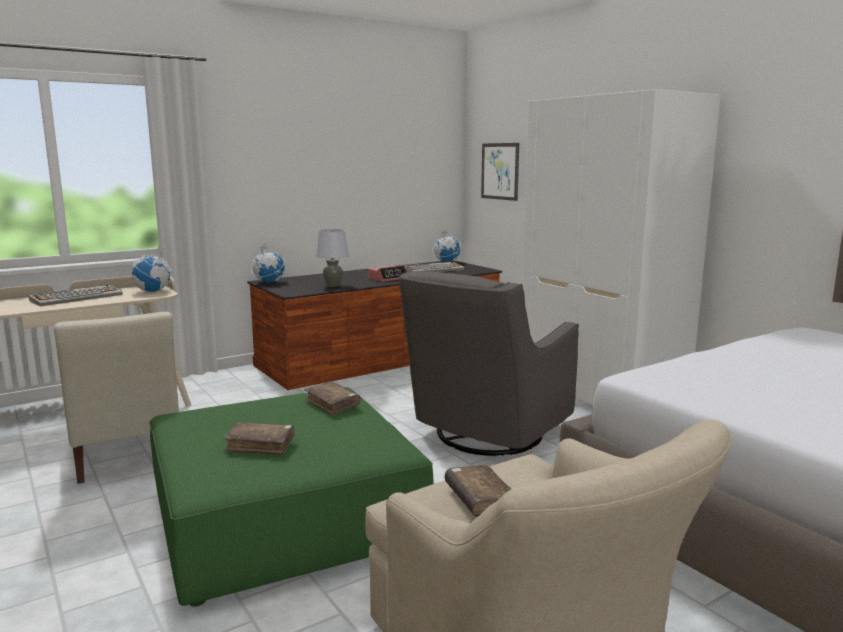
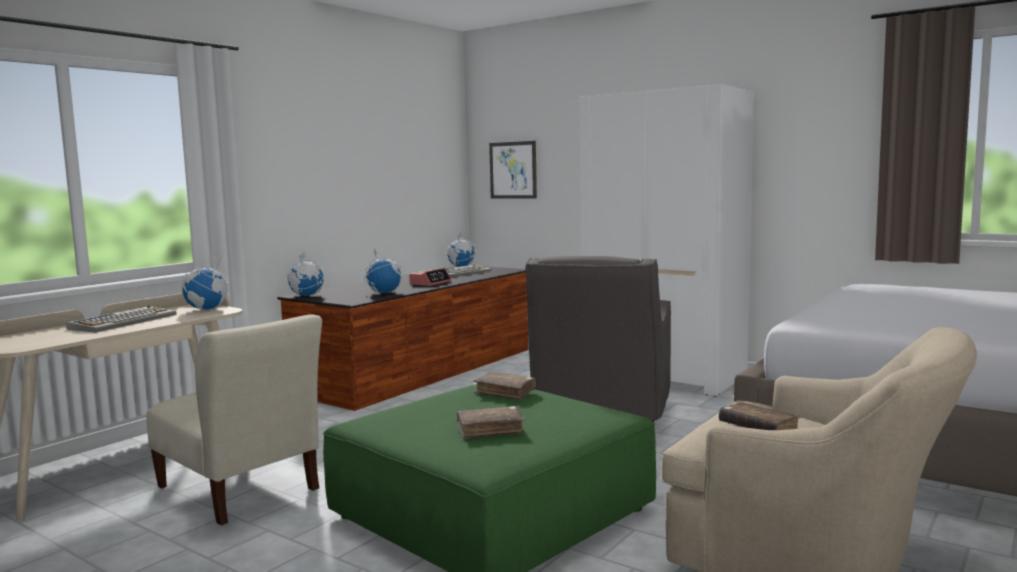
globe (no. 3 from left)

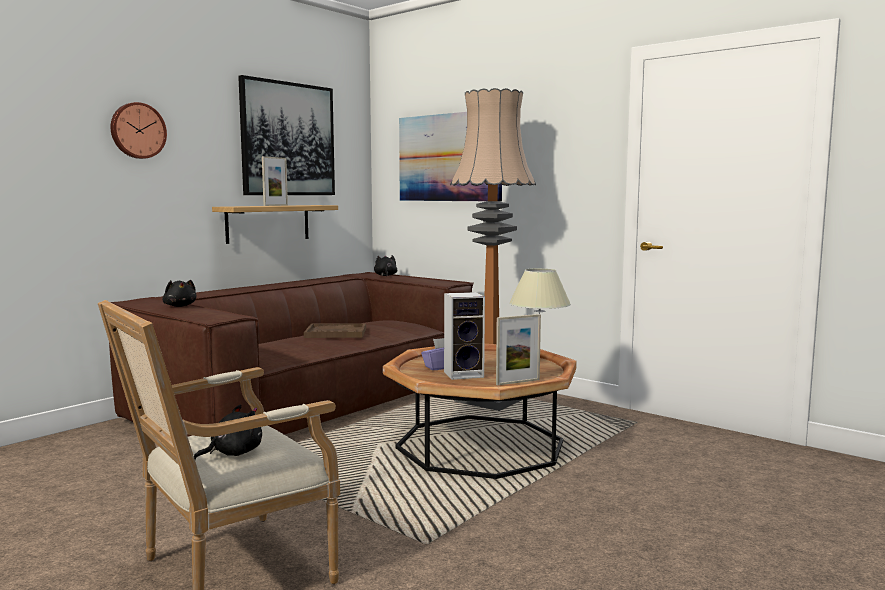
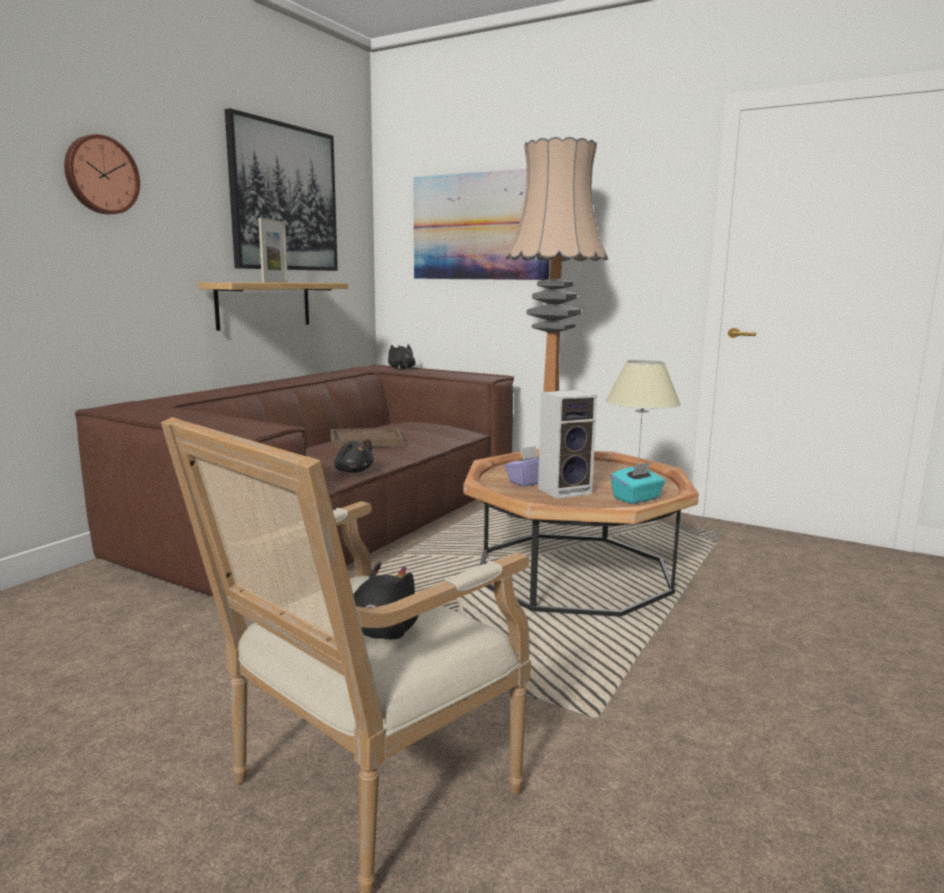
plush toy (black) (no. 1 from left); tissue box (turquoise)

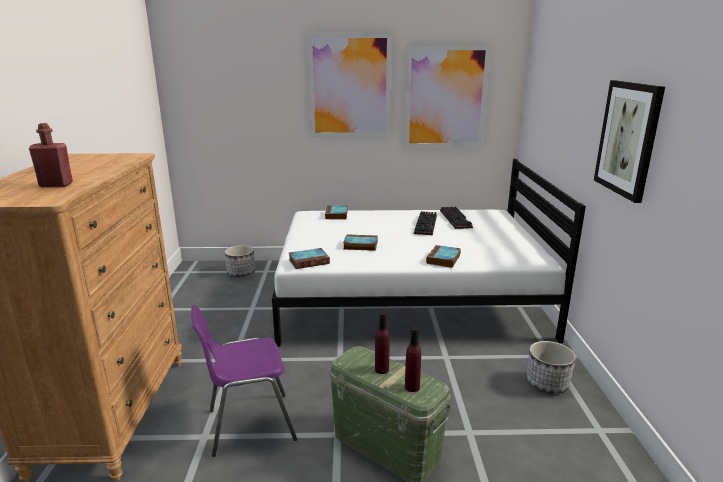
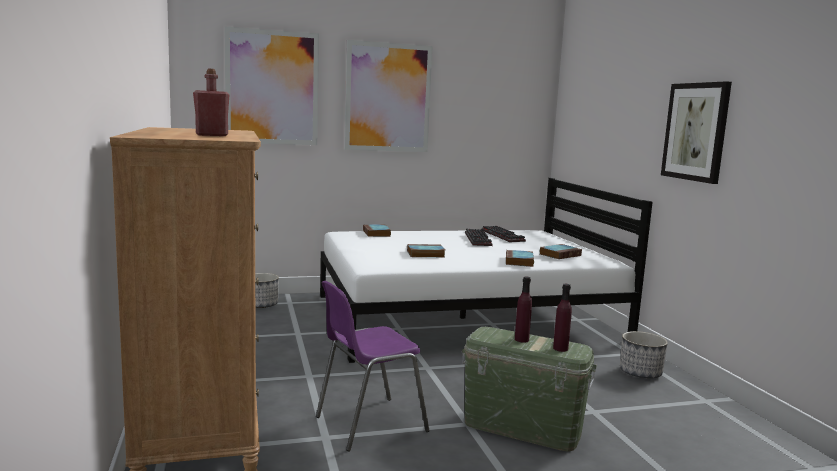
book (no. 4 from left); picture (no. 1 from left)

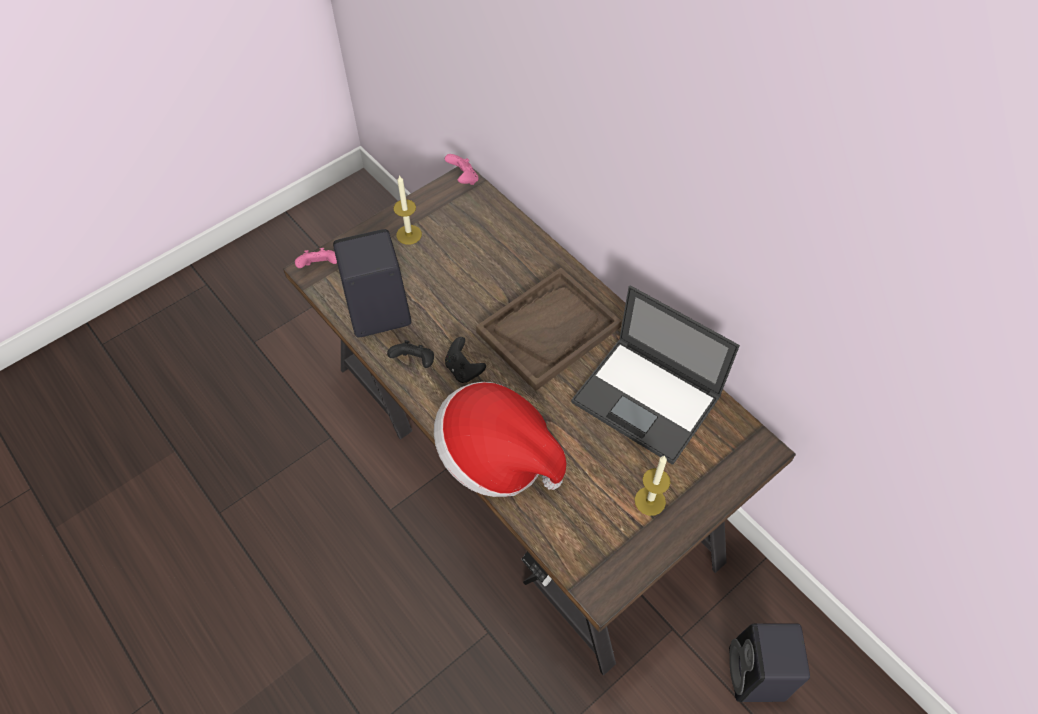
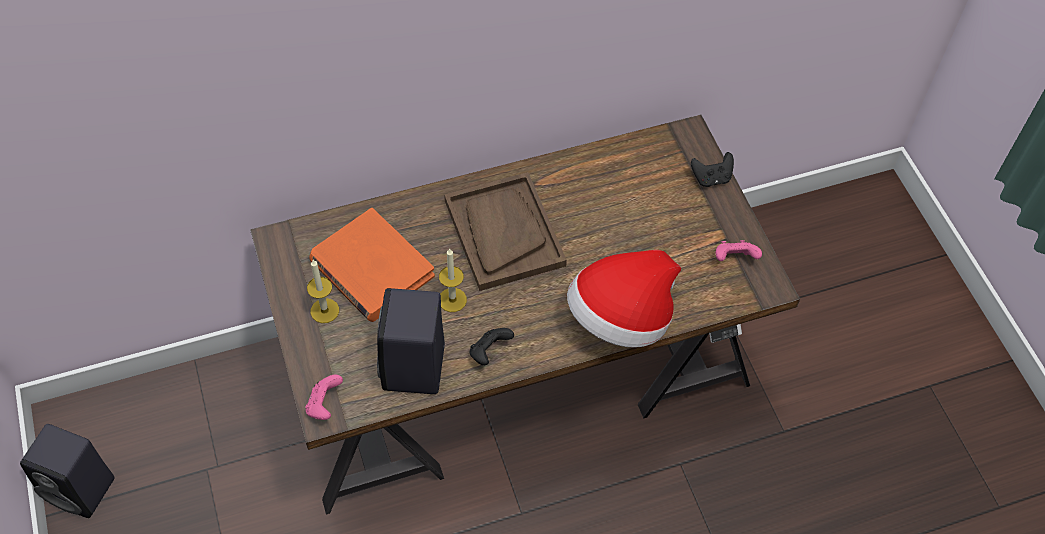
game controller (pink) (no. 2 from left); game controller (black) (no. 2 from left); laptop; candle (no. 2 from left); speaker (black) (no. 1 from left); book (orange)

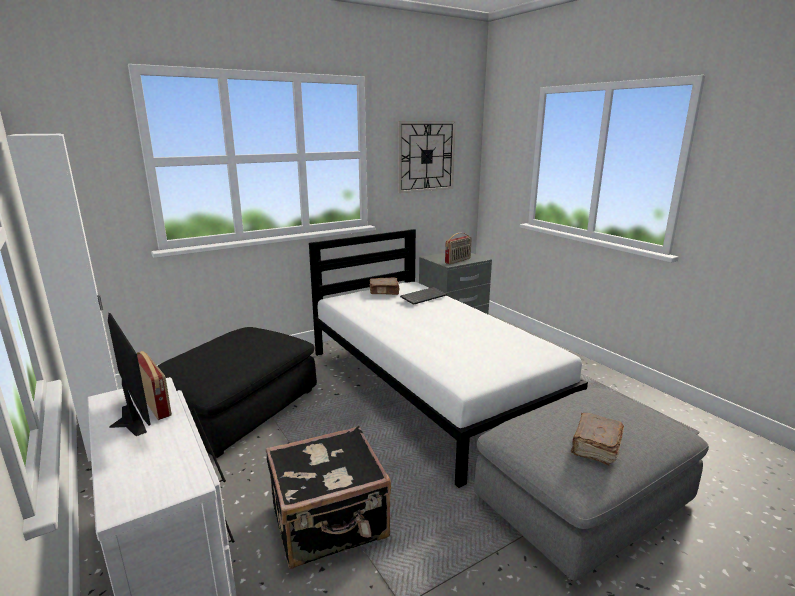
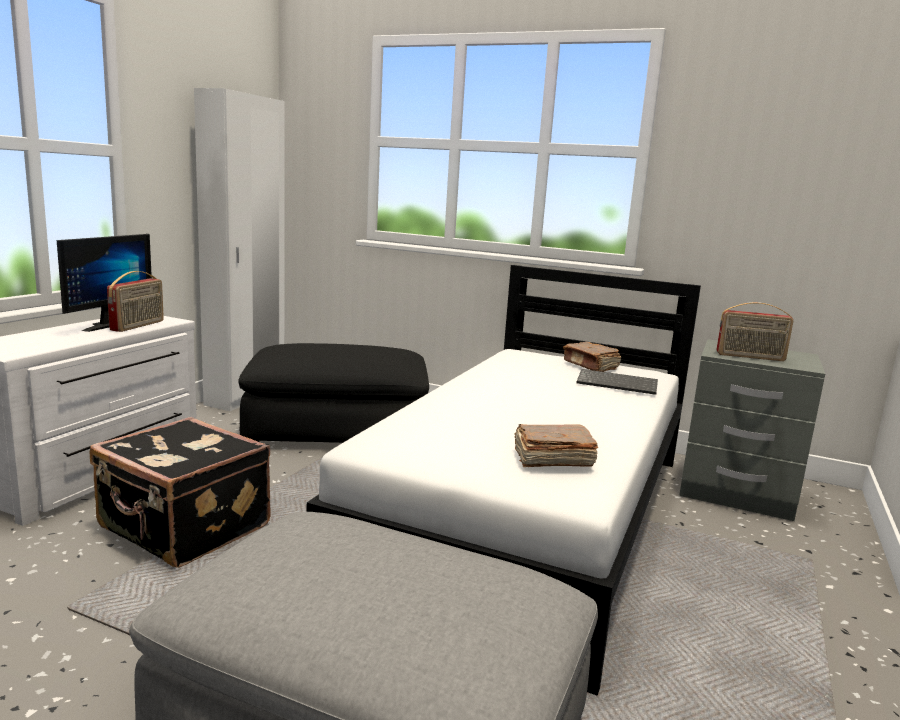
wall clock; book (brown) (no. 1 from left)

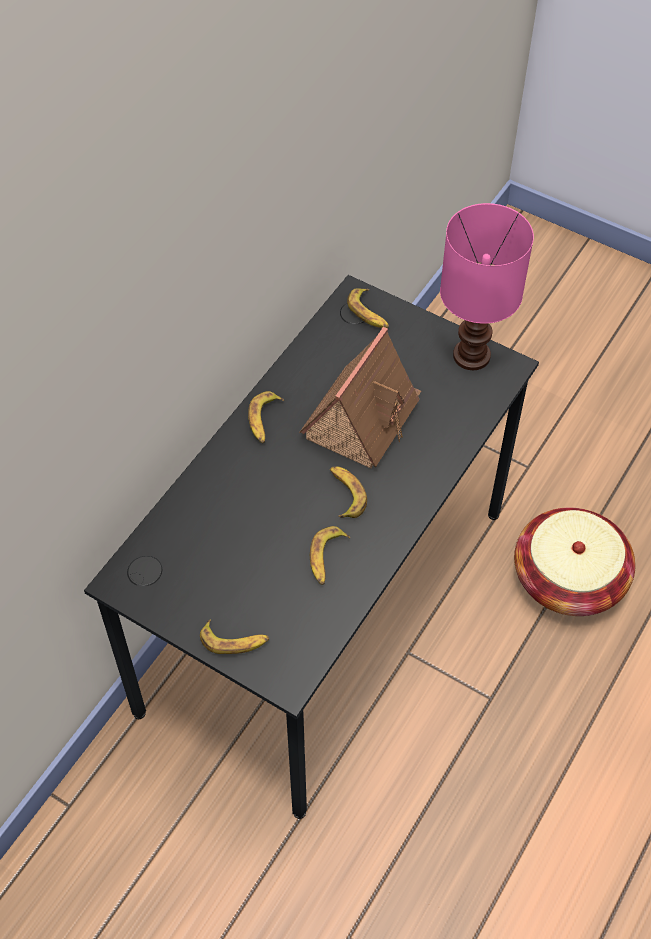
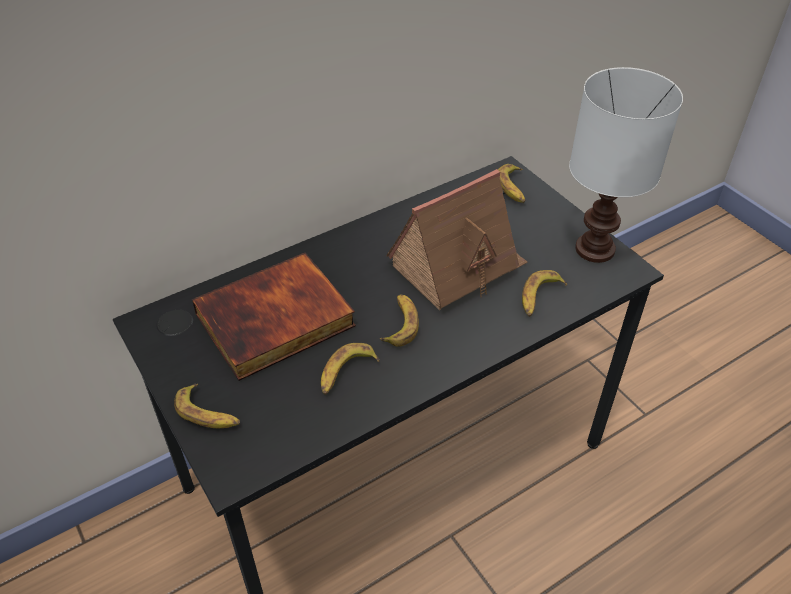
banana (no. 5 from left); table lamp (white); basket; book

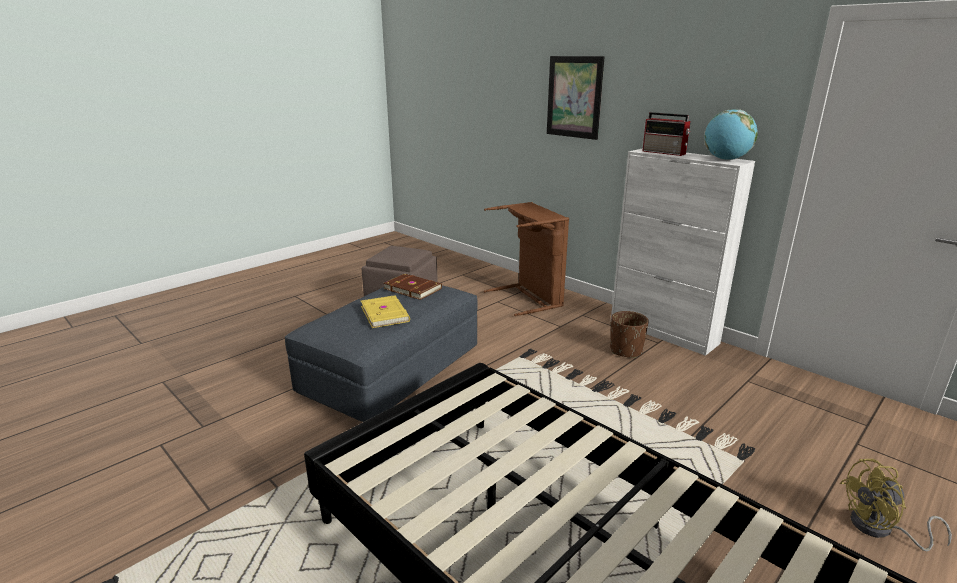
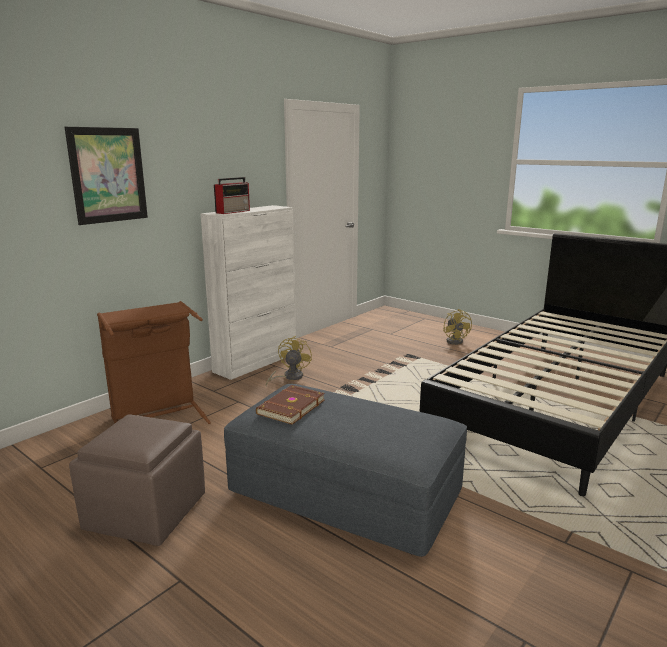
book (yellow); fan (yellow) (no. 1 from left); globe

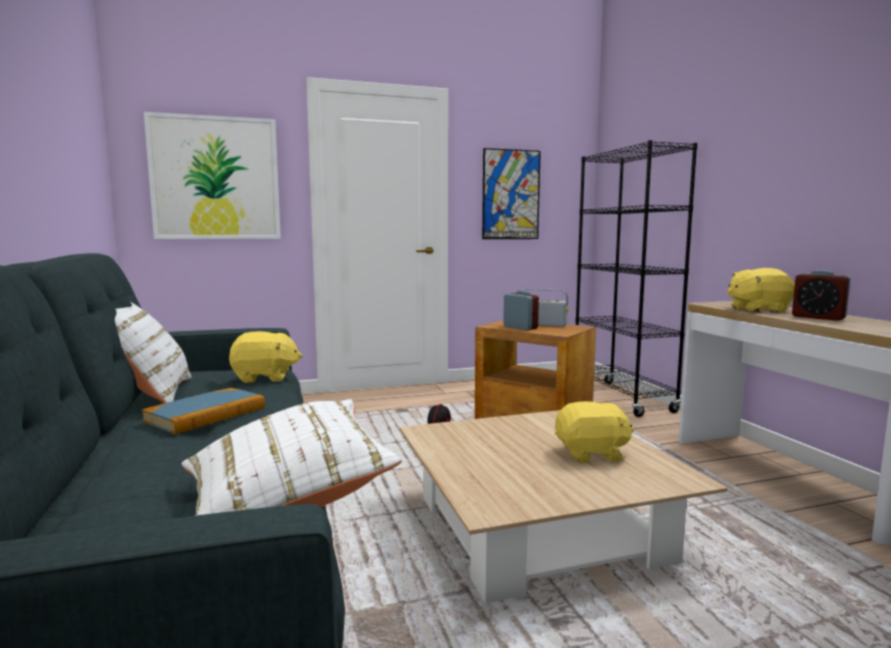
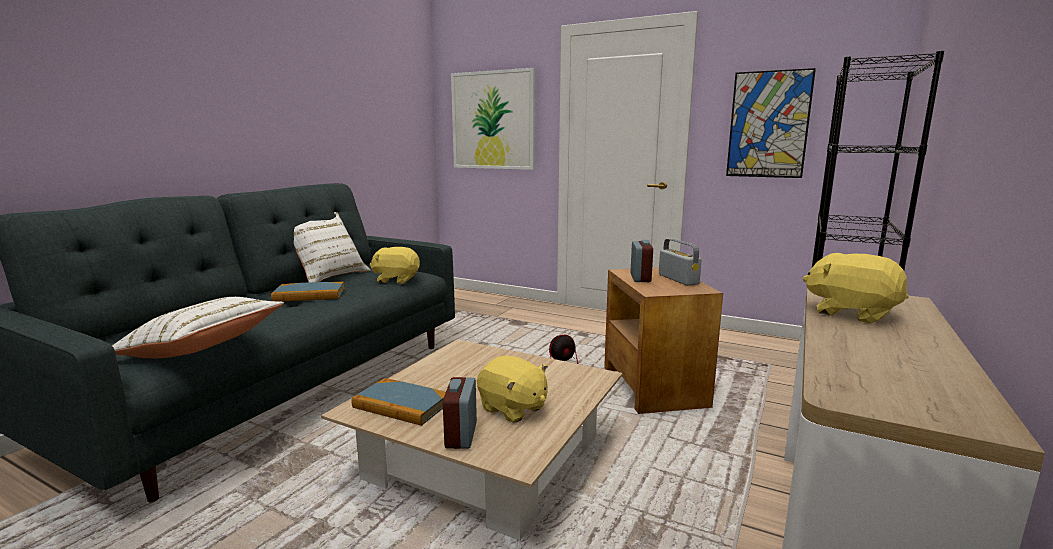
plush toy (yellow) (no. 1 from left); alarm clock (no. 1 from left); book (no. 2 from left)

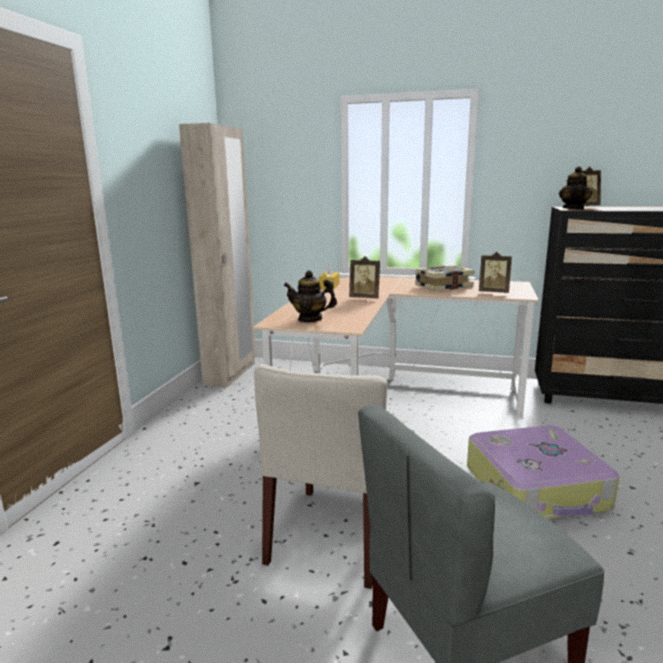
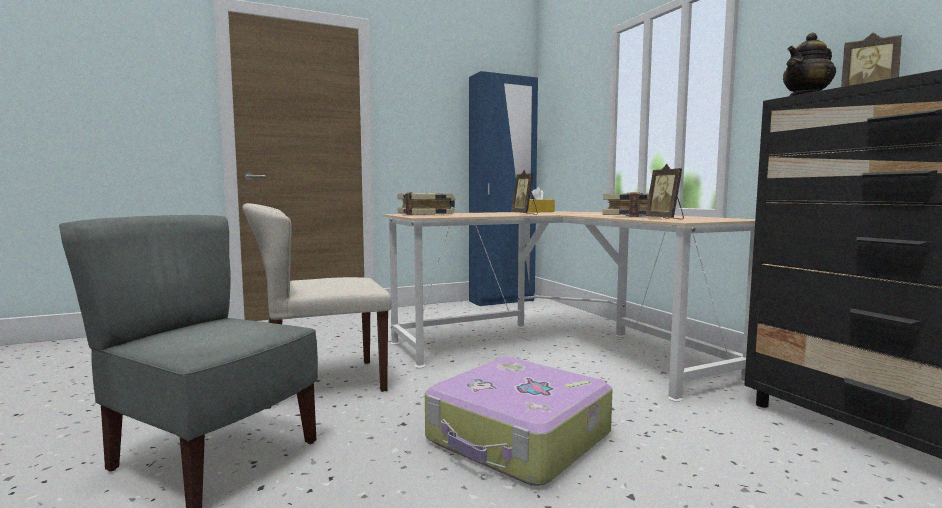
wardrobe (blue); book (no. 1 from left)

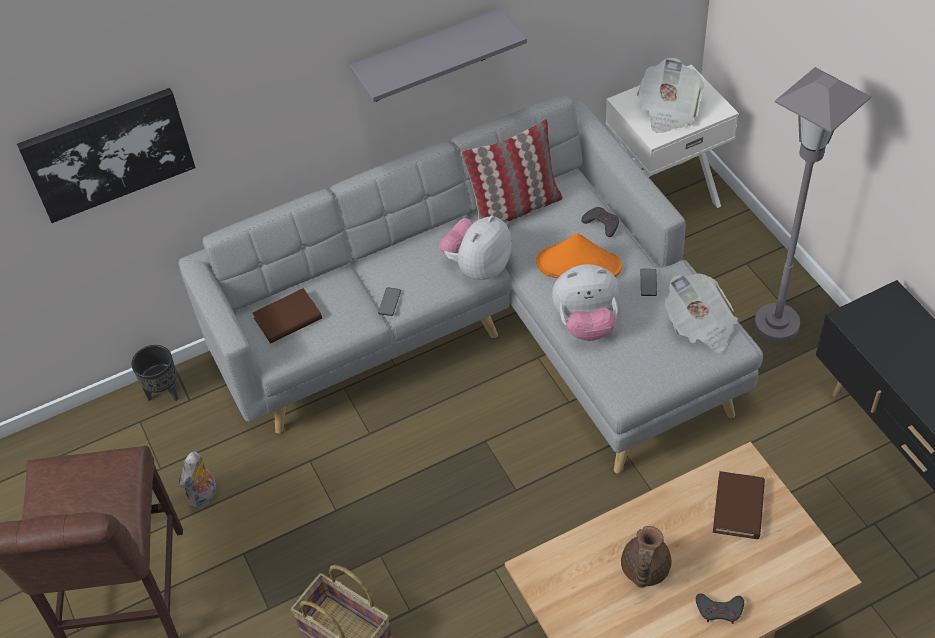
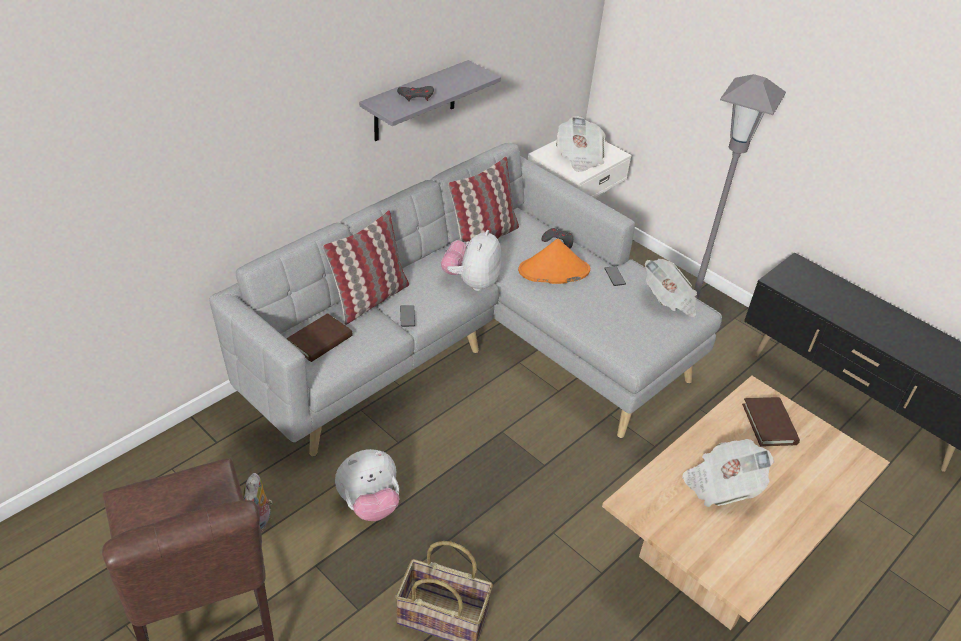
picture; planter (black); plush toy (no. 2 from left); newspaper (no. 3 from left); game controller (grey) (no. 1 from left); pillow (no. 1 from left)

